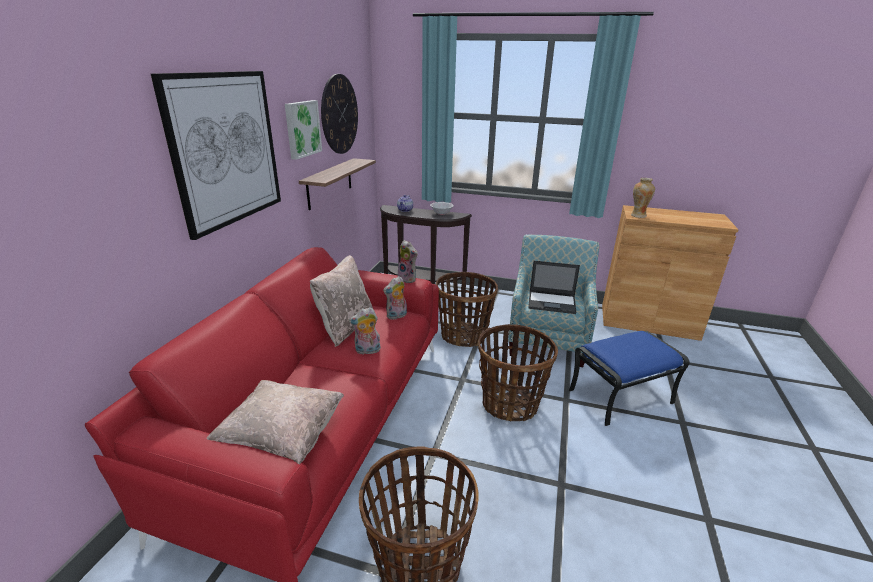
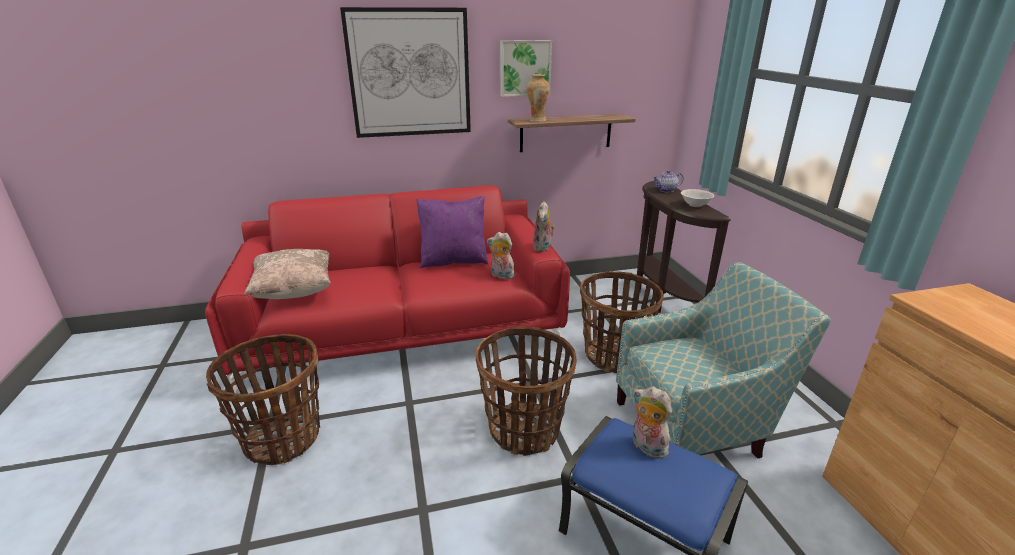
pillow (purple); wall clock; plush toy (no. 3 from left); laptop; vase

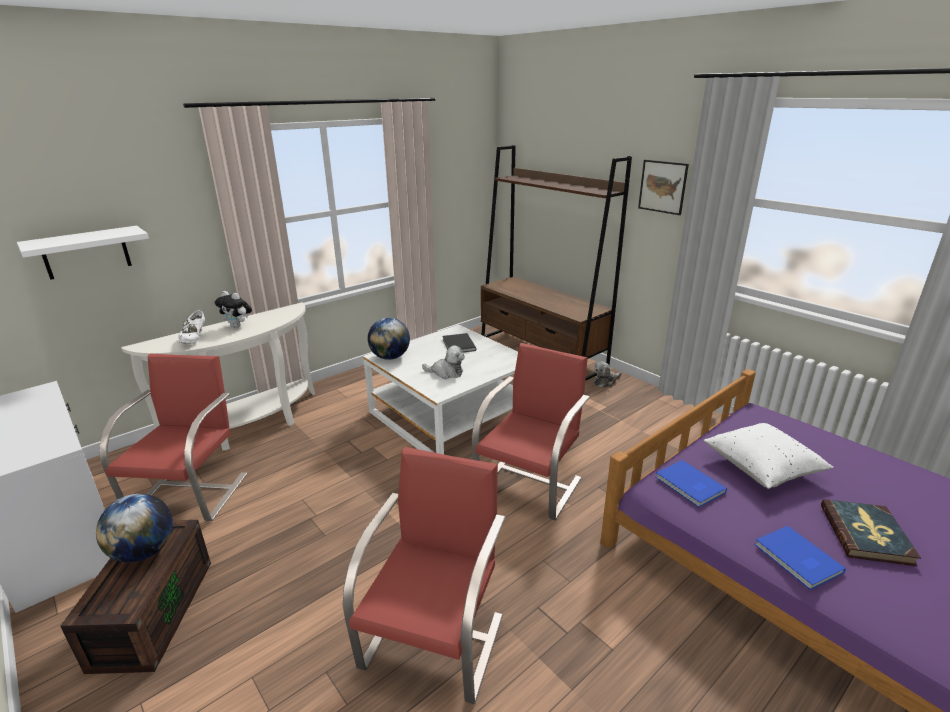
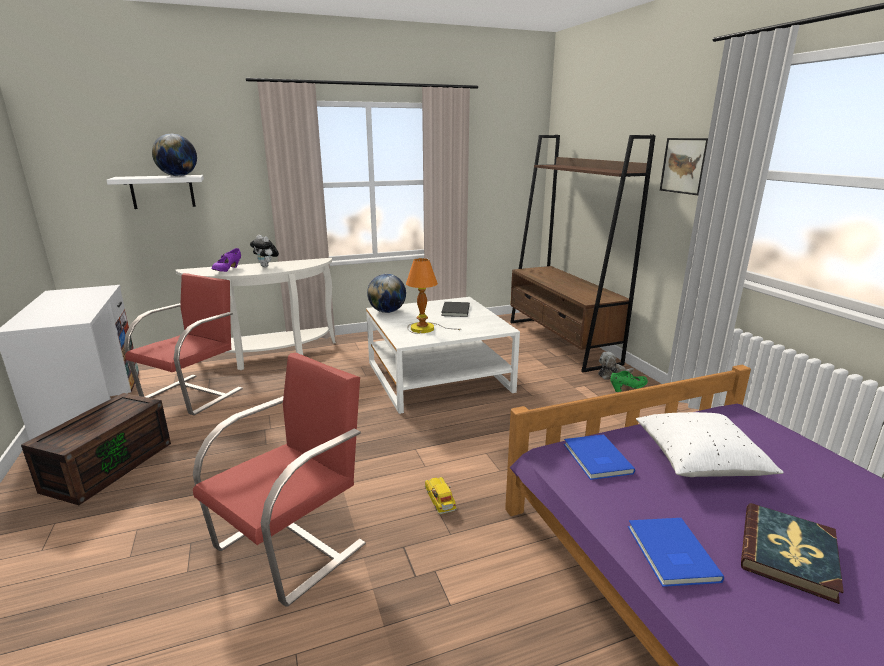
globe (no. 1 from left); shoe (purple); table lamp; chair (red) (no. 3 from left in the first image); toy car; shoe (green)

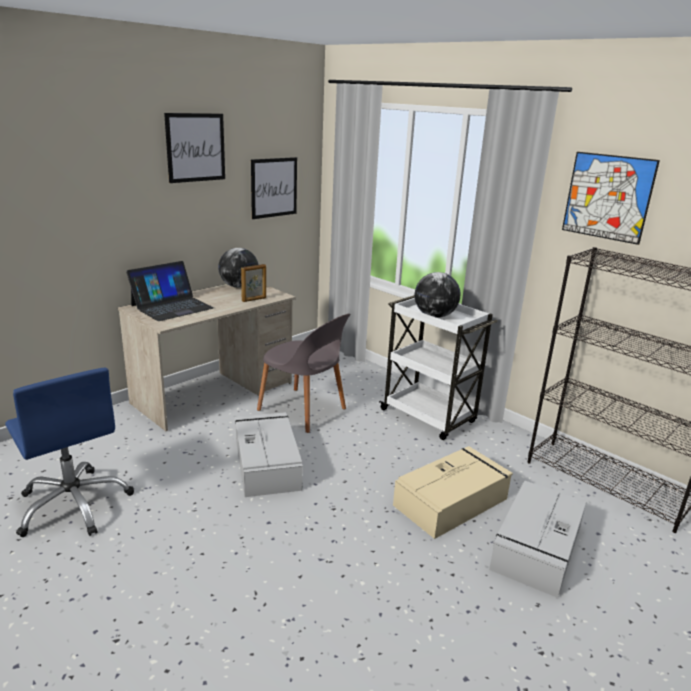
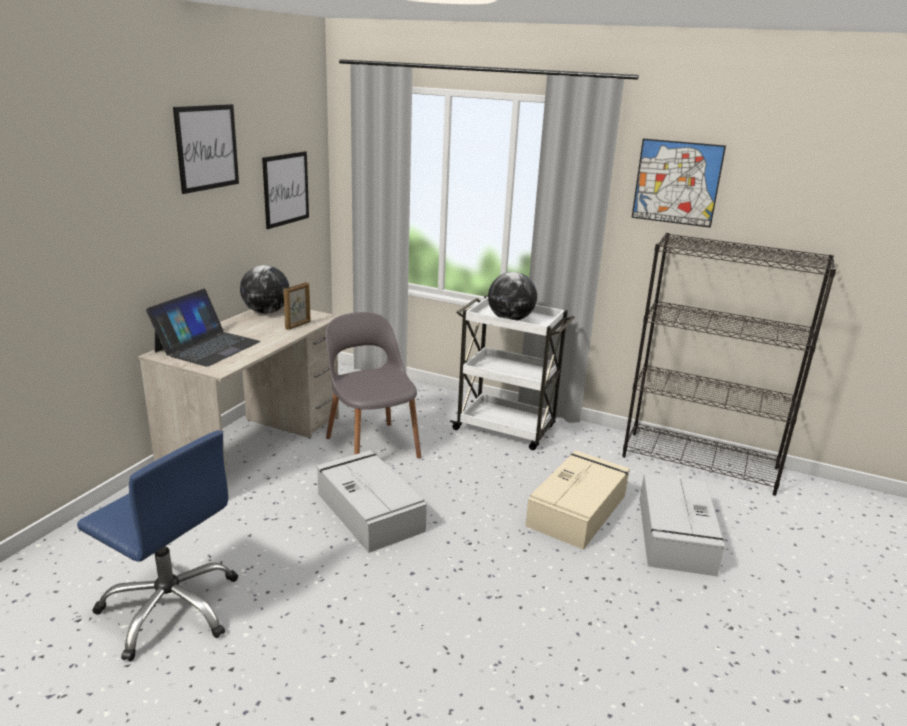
chair (grey)

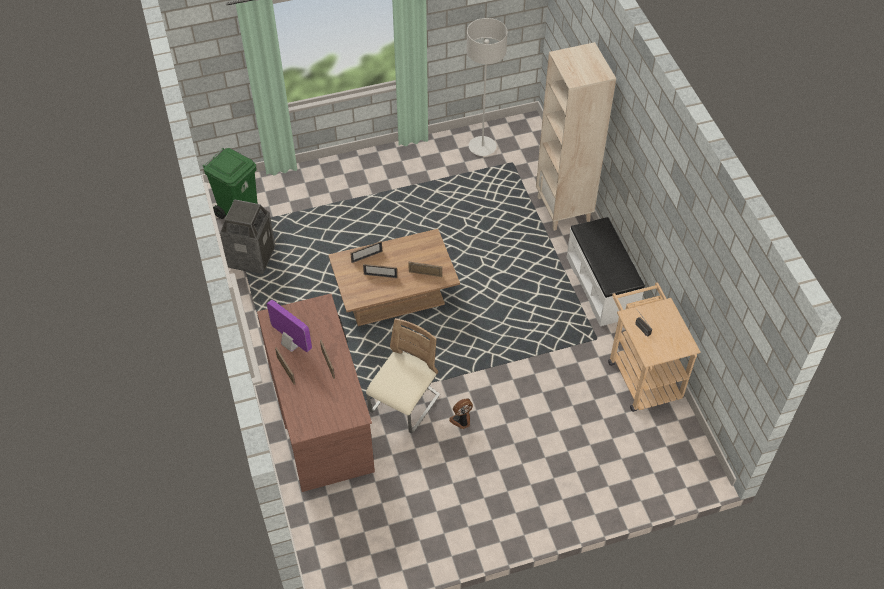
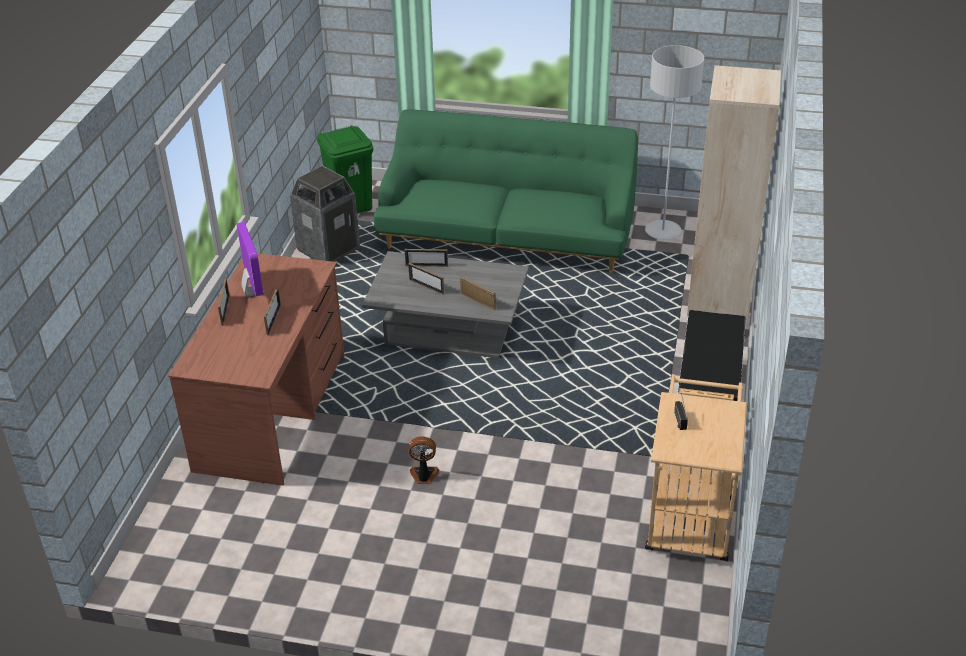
coffee table (grey); chair (beige); sofa (green)

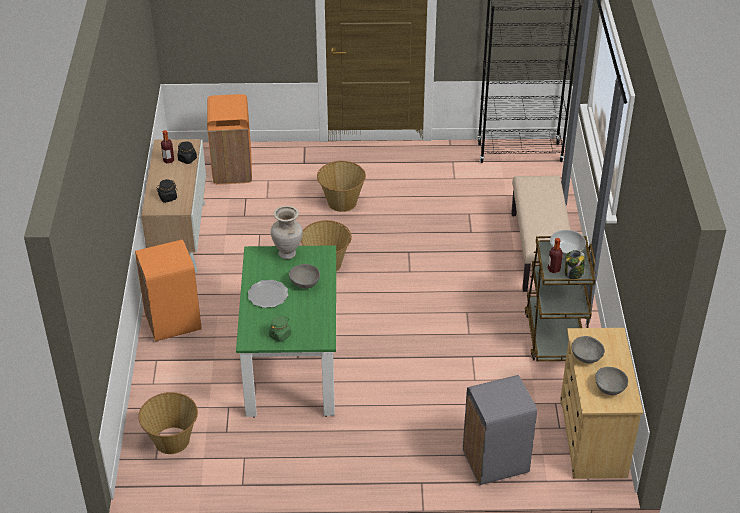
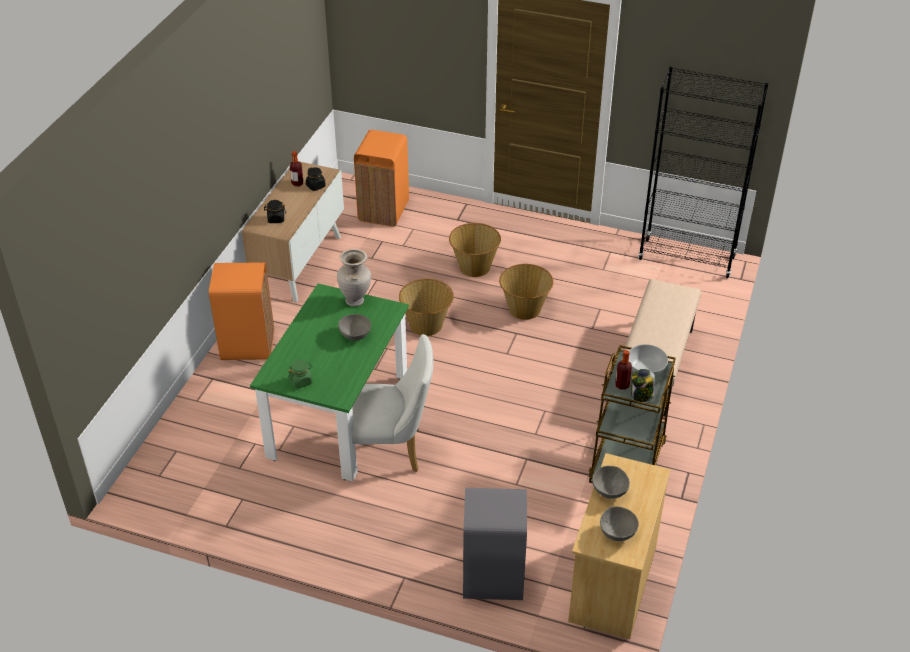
basket (no. 3 from left); plate; chair (white)

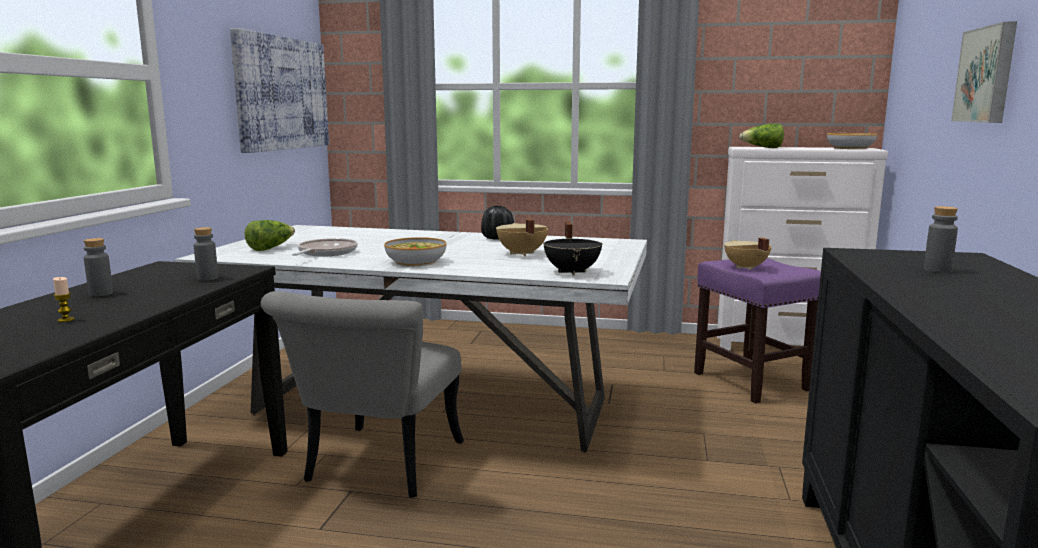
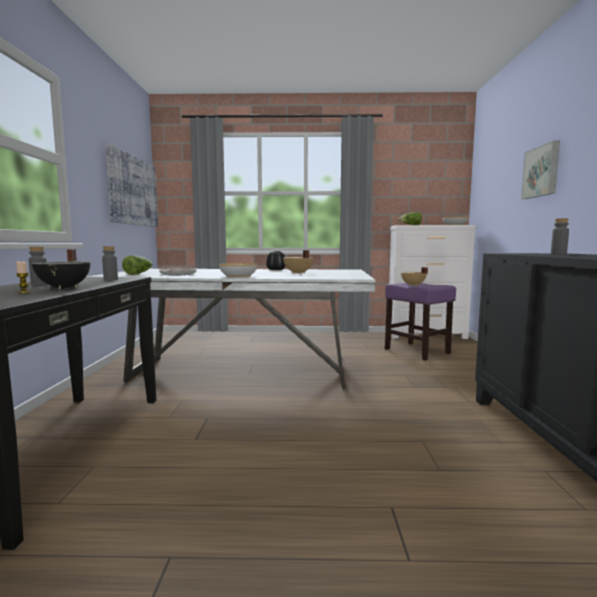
chair (grey); cooking pot (black)

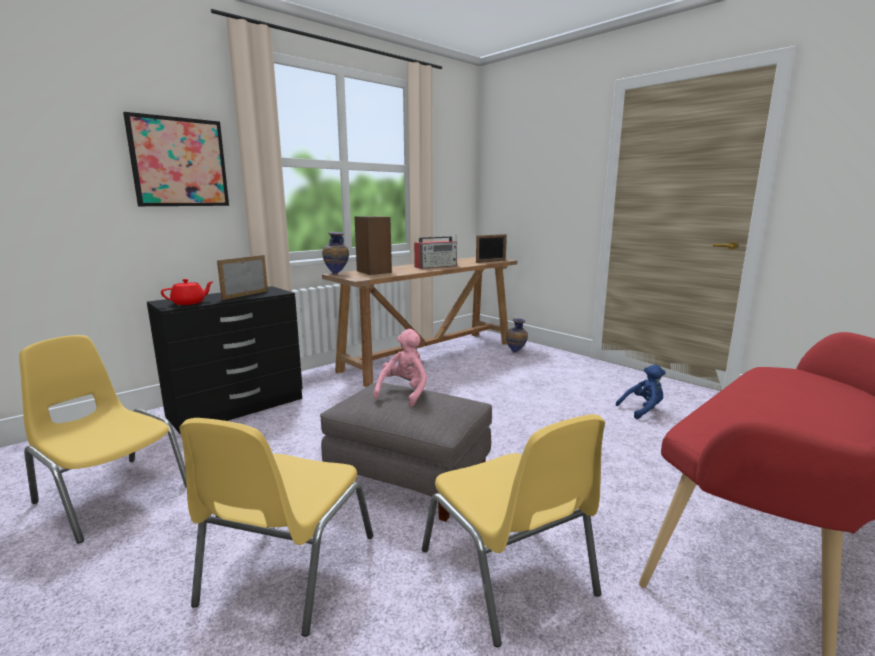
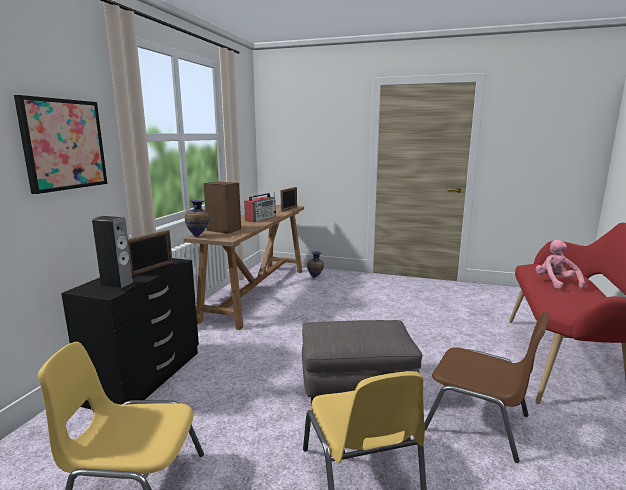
speaker (no. 1 from left); picture frame (no. 1 from left); plush toy (pink); chair (brown); plush toy (blue)

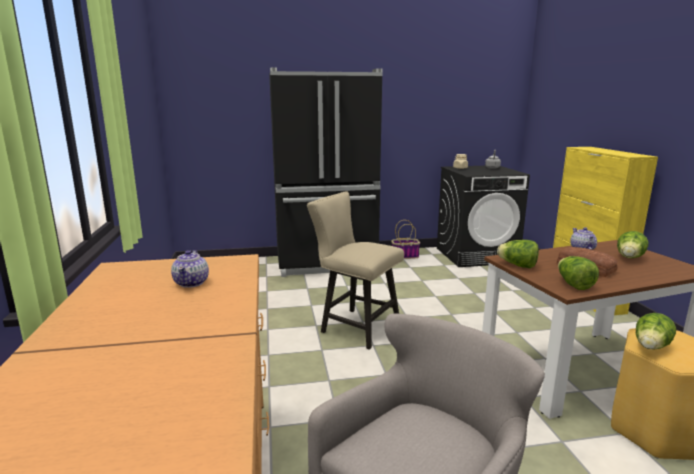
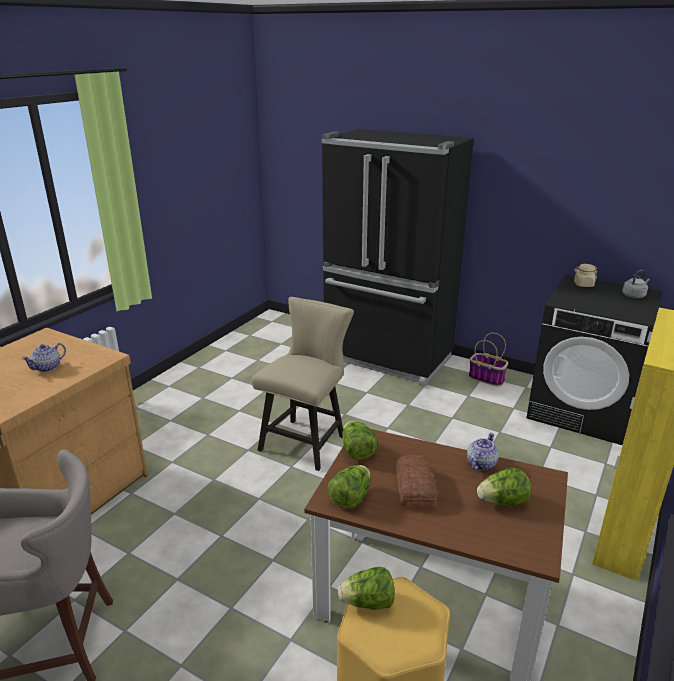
chair (beige)

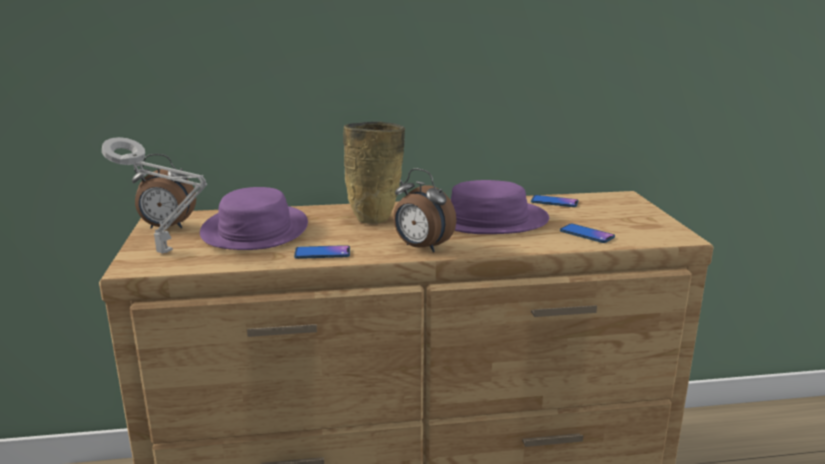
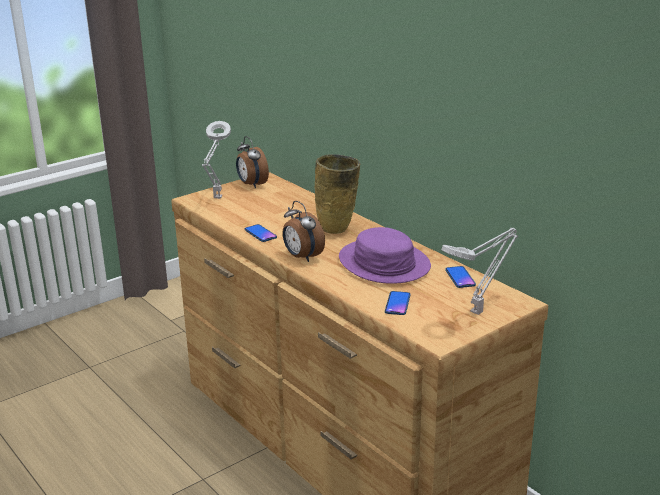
hat (purple) (no. 1 from left in the first image); alarm clock (no. 2 from left); table lamp (grey) (no. 2 from left)

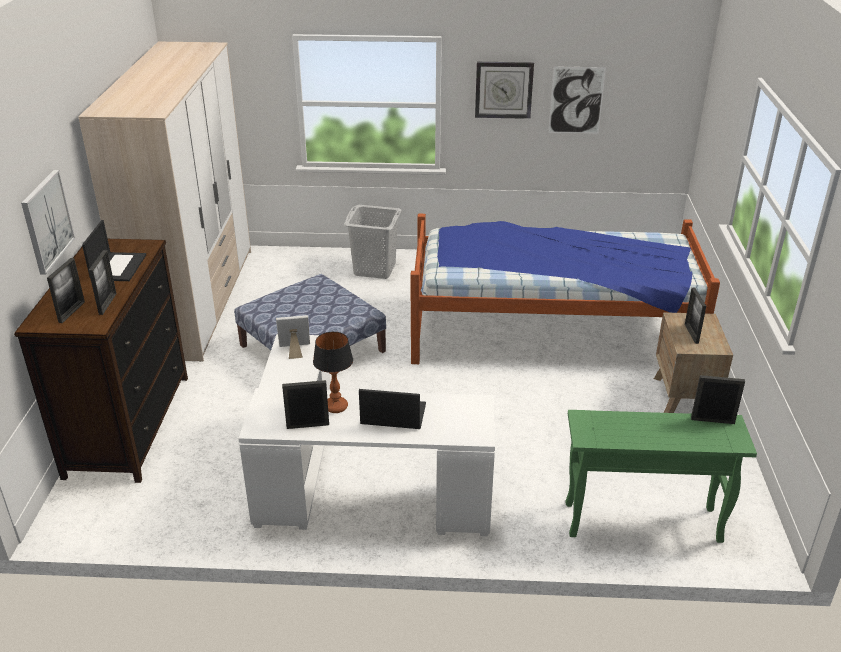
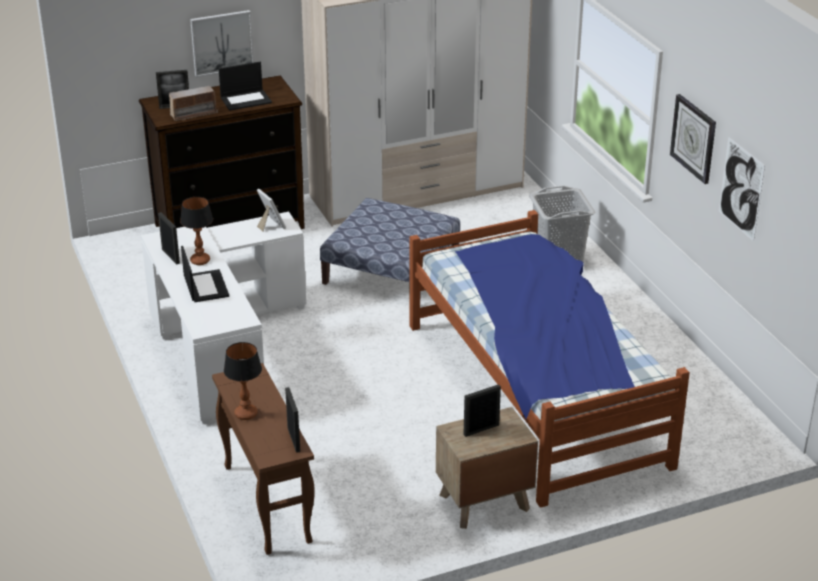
radio; console table (brown); table lamp (no. 2 from left)

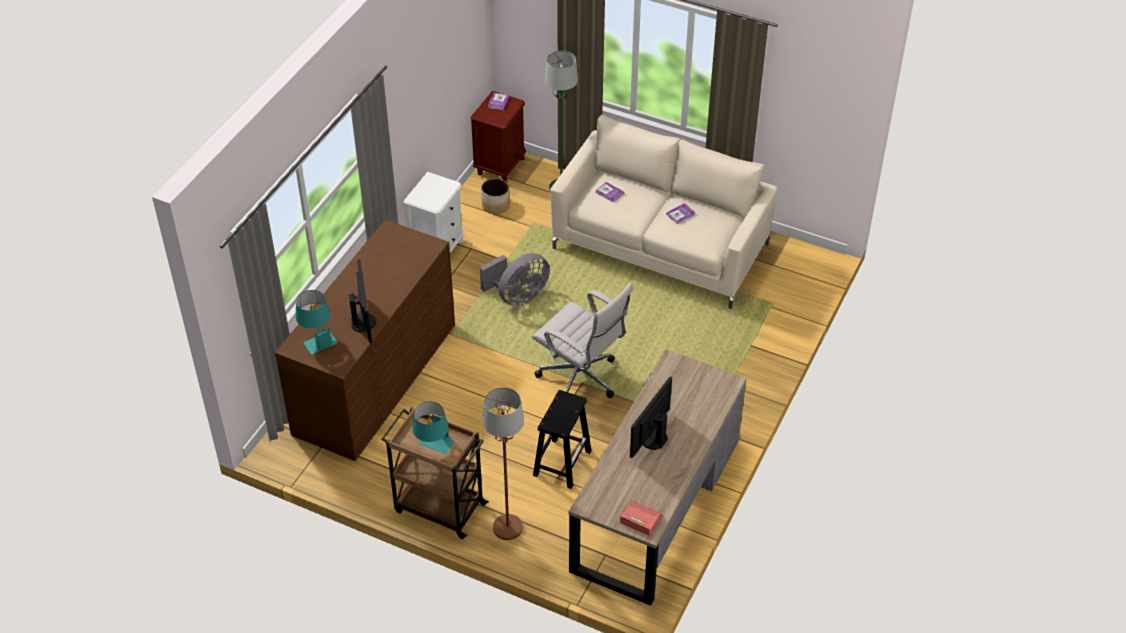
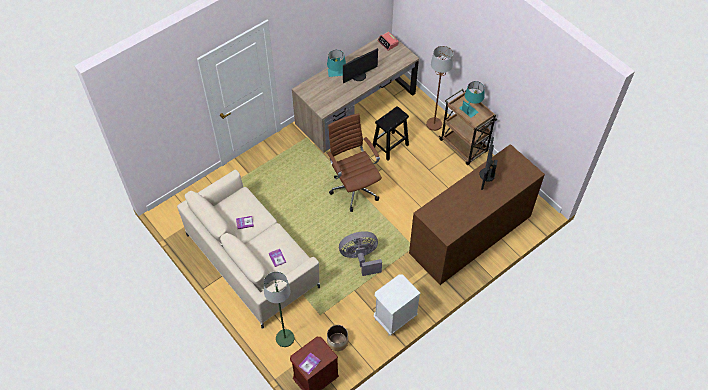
table lamp (turquoise) (no. 1 from left); office chair (brown)

